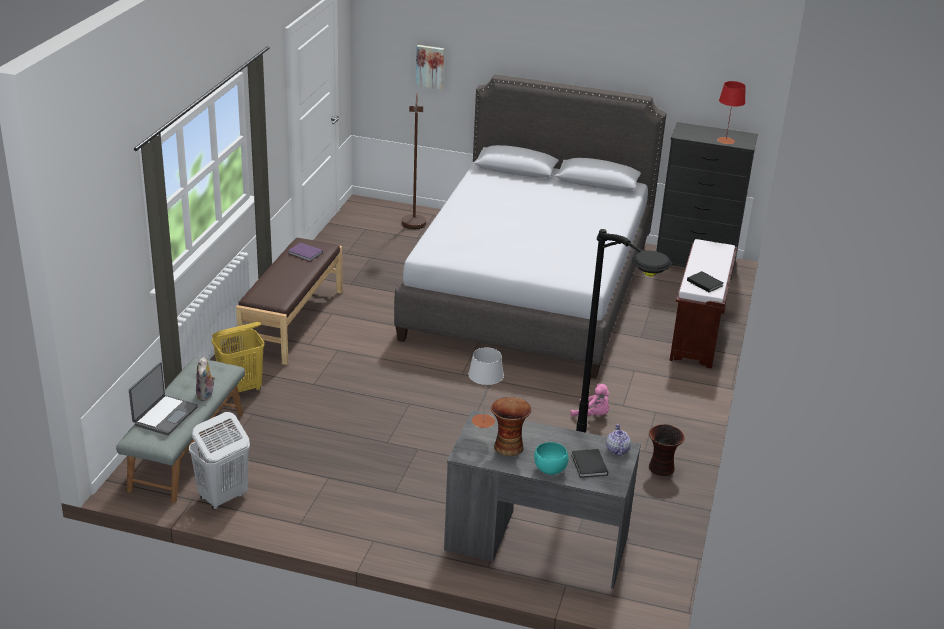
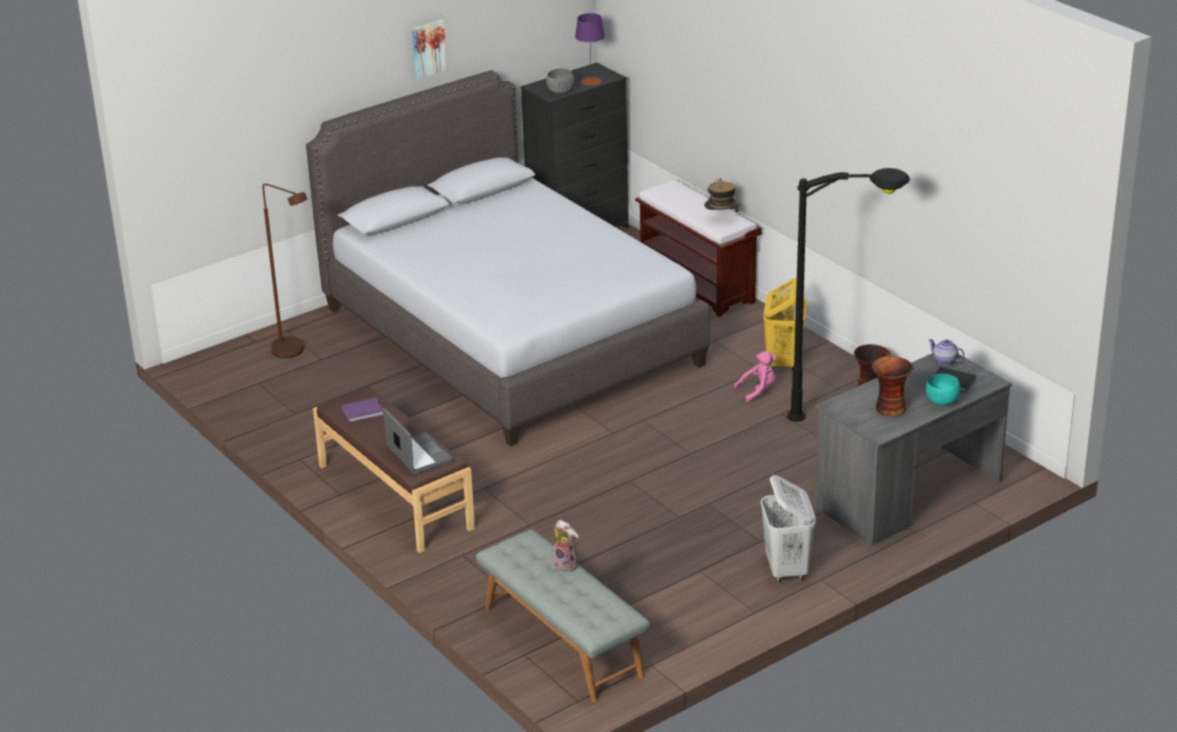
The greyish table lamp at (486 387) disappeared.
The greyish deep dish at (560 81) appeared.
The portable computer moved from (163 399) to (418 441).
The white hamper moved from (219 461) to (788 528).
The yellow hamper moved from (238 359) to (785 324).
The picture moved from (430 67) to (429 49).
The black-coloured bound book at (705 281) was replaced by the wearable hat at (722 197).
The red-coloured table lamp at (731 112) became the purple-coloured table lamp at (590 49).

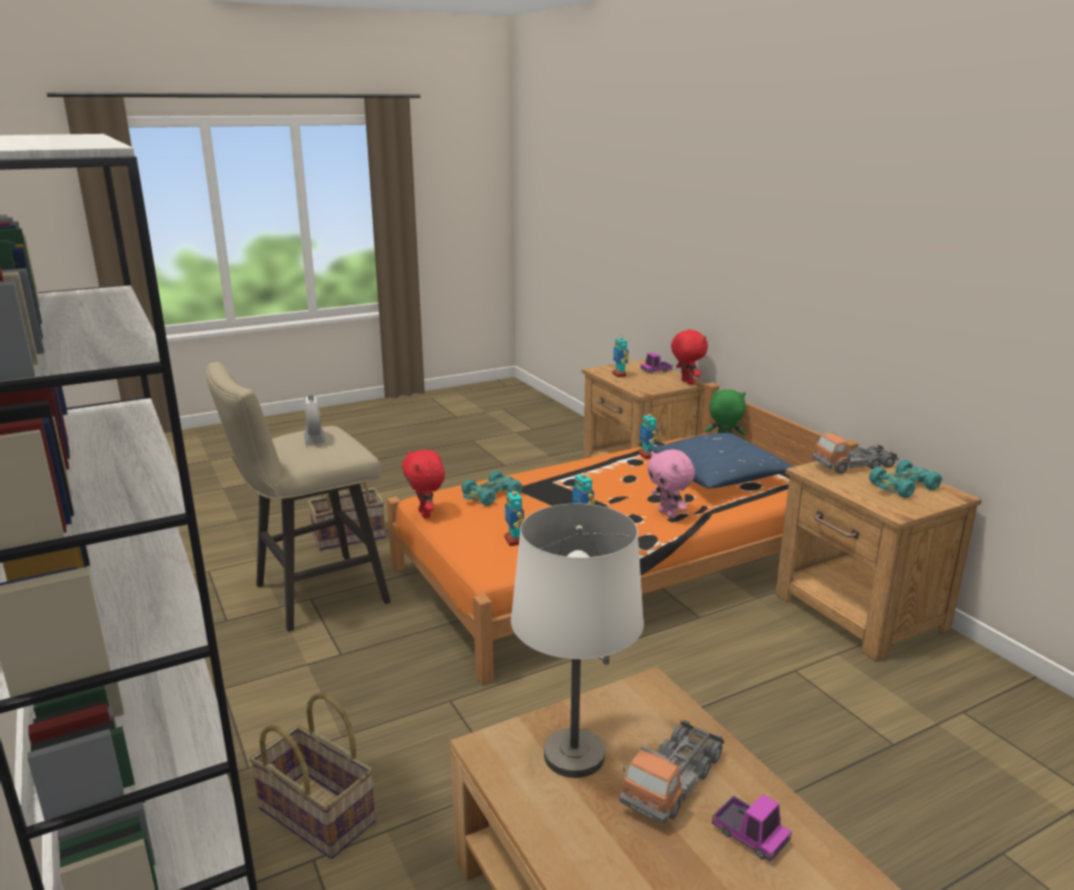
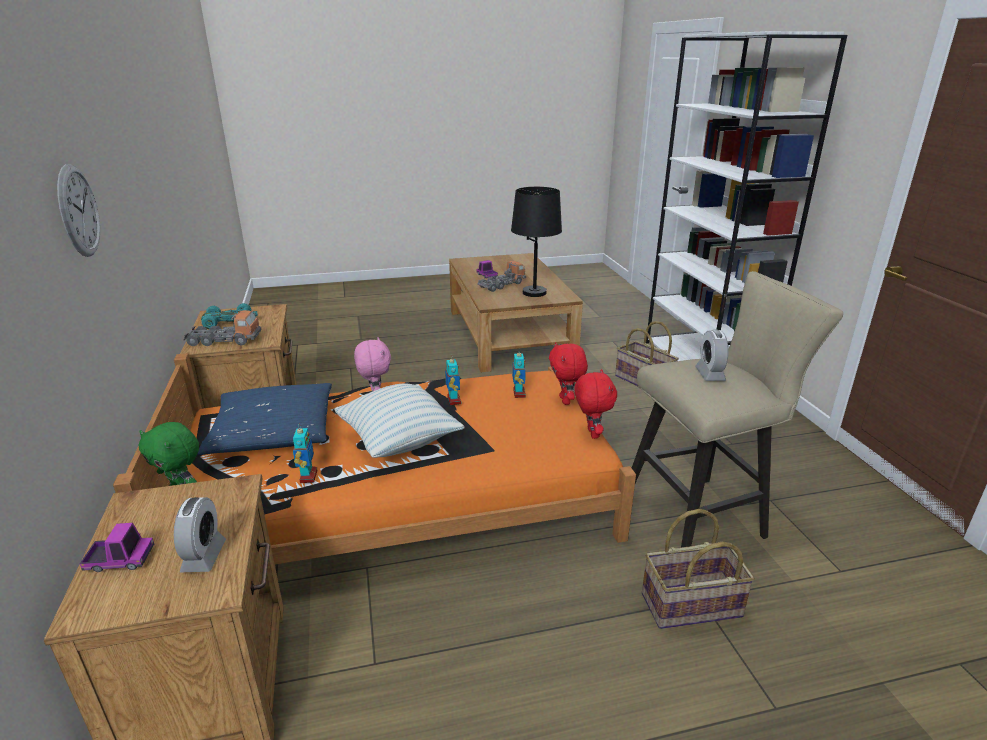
The turquoise-coloured toy car at (491 488) disappeared.
The wall clock at (78 210) appeared.
The throw pillow at (399 420) appeared.
The red-coloured plush toy moved from (689 357) to (568 373).
The model robot at (620 356) was replaced by the alarm clock at (200 534).
The white table lamp at (577 641) became the black-coloured table lamp at (536 242).

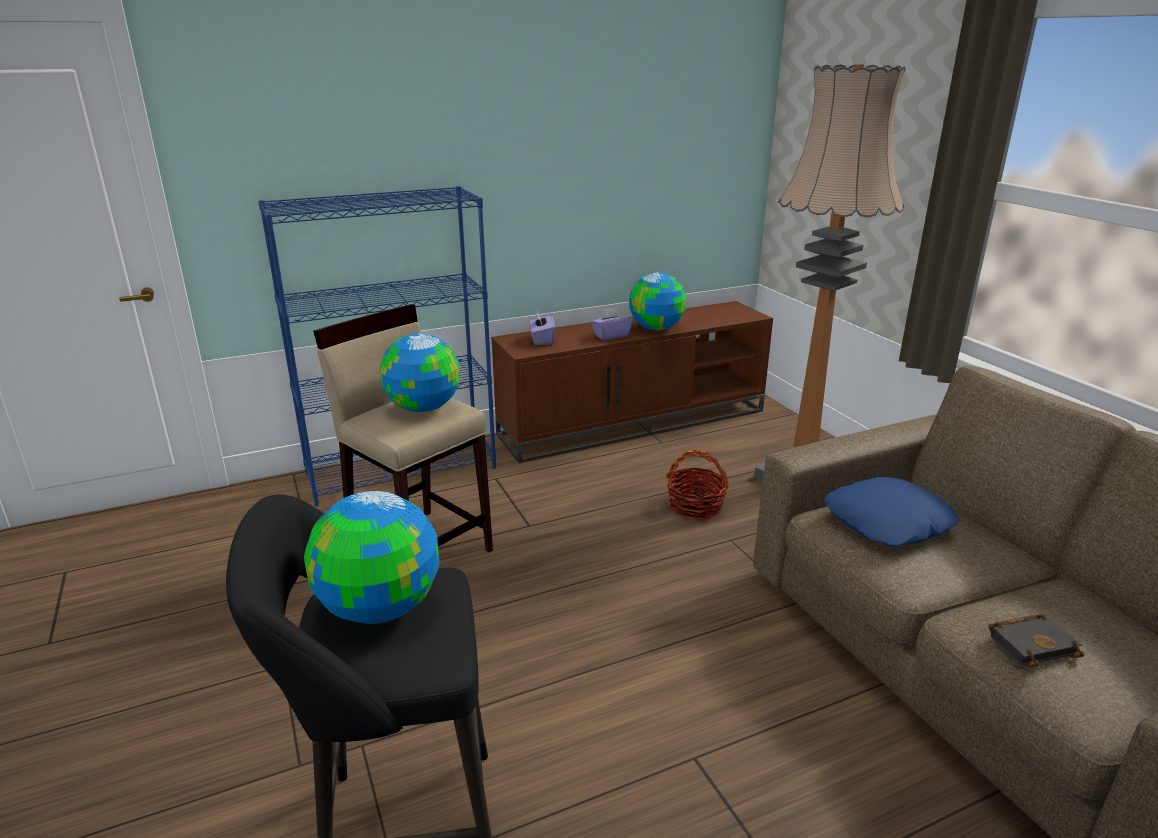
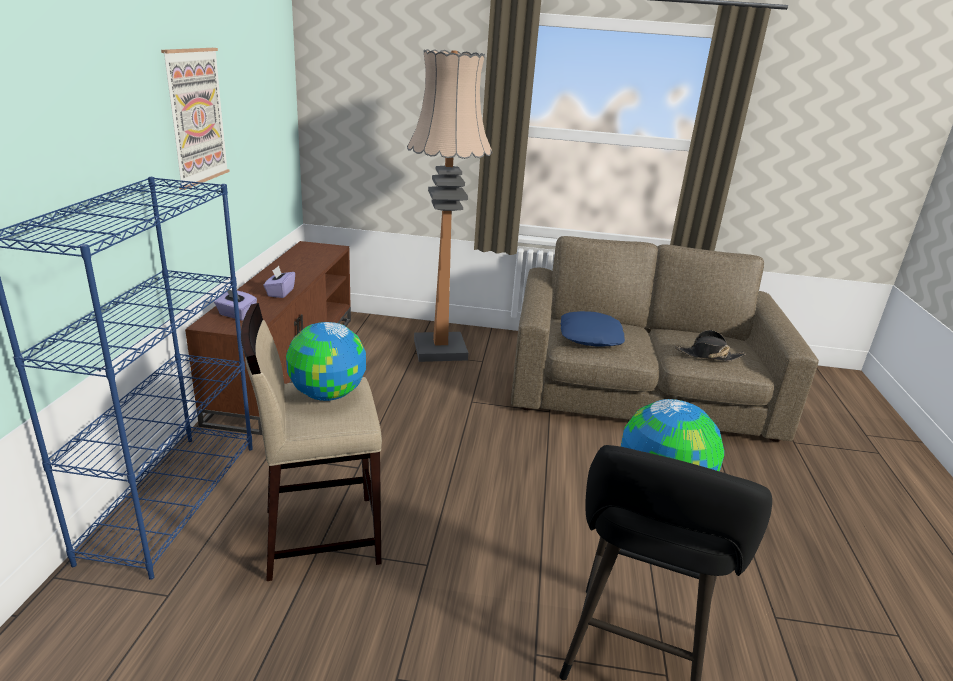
The desk globe at (657 301) disappeared.
The basket at (697 485) disappeared.
The picture at (195 119) appeared.
The black-coloured bound book at (1036 641) was replaced by the black-coloured wearable hat at (710 345).

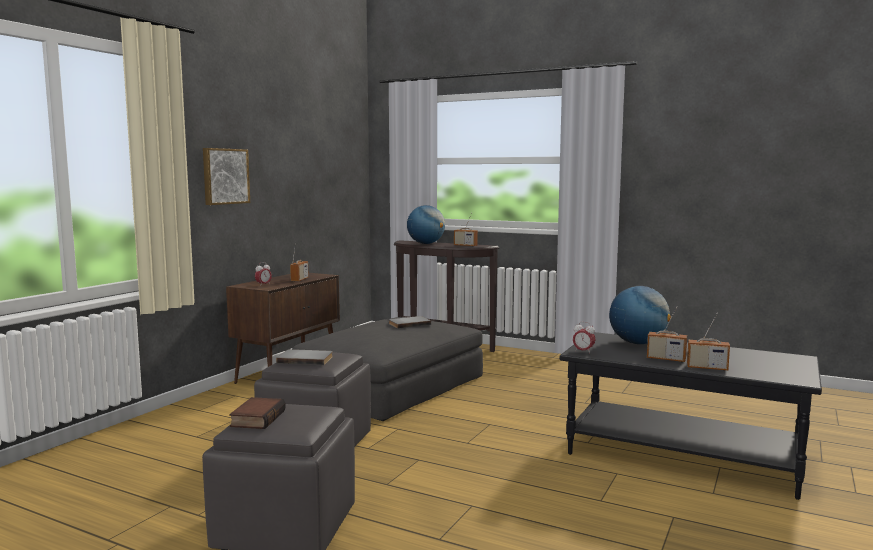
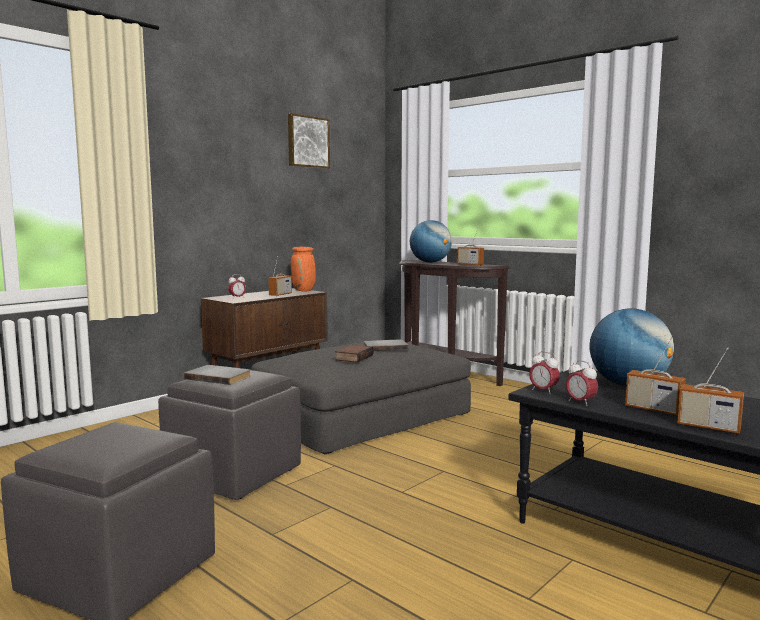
The orangey decorative vase at (303 269) appeared.
The alarm clock at (582 383) appeared.
The picture moved from (226 176) to (309 141).
The bound book moved from (257 413) to (354 354).

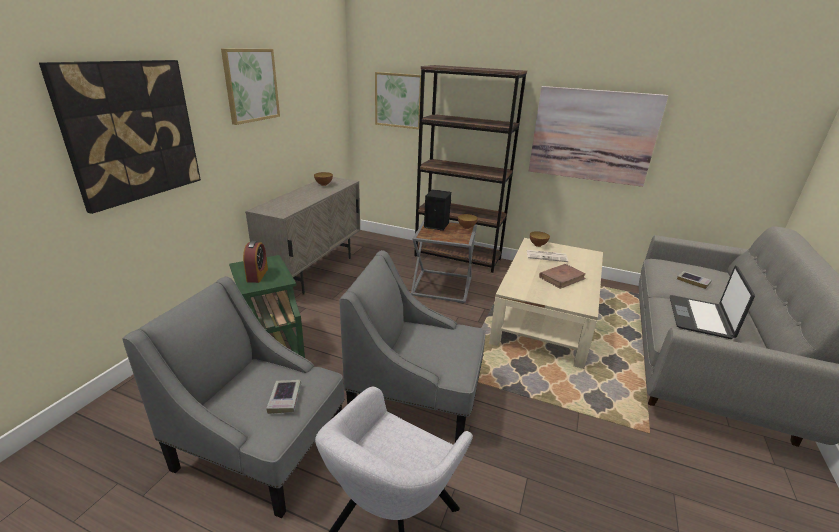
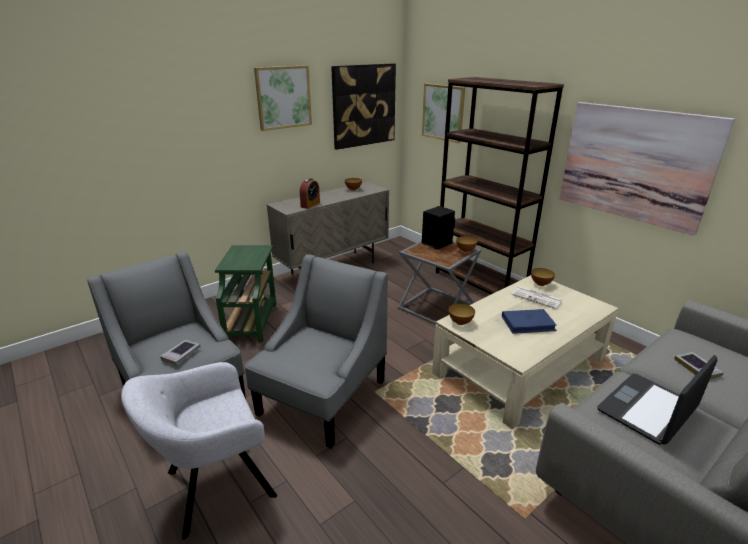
The deep dish at (462 314) appeared.
The picture moved from (120 137) to (363 106).
The alarm clock moved from (255 262) to (310 193).
The brown bound book at (562 276) became the blue-coloured bound book at (529 321).
The greyish armchair at (413 346) turned 75 degrees clockwise.

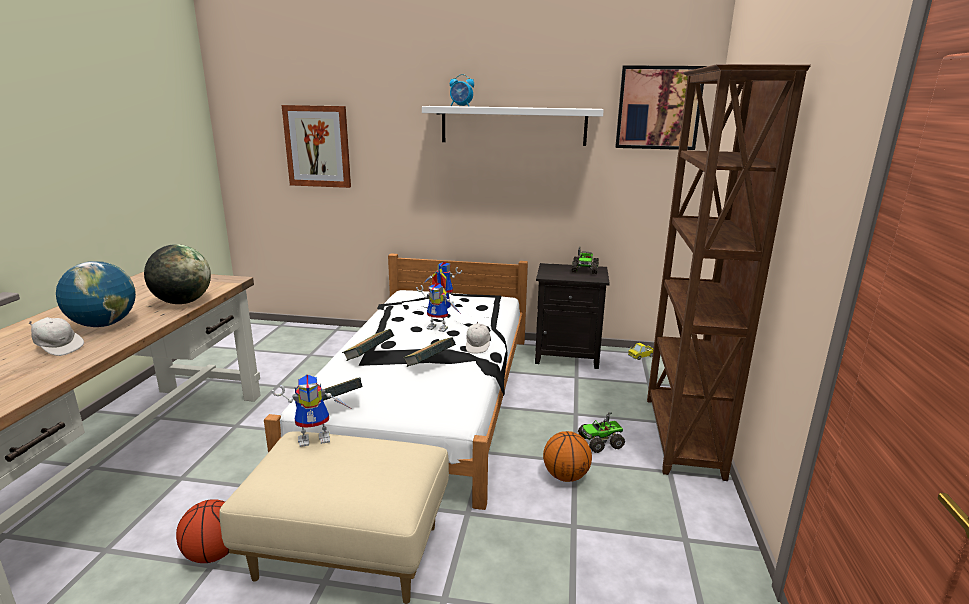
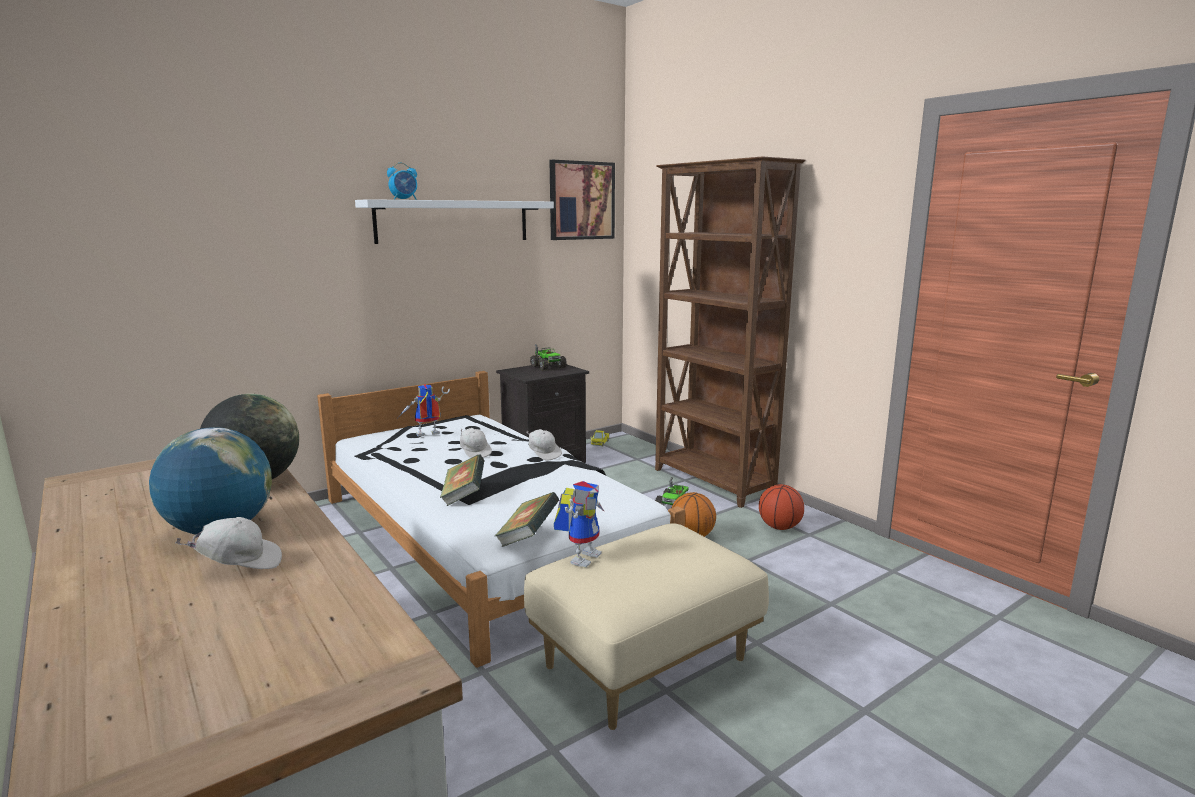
The picture at (316 146) disappeared.
The bound book at (429 352) disappeared.
The basketball ball moved from (202 531) to (781 507).
The model robot at (438 307) was replaced by the white baseball cap at (476 443).

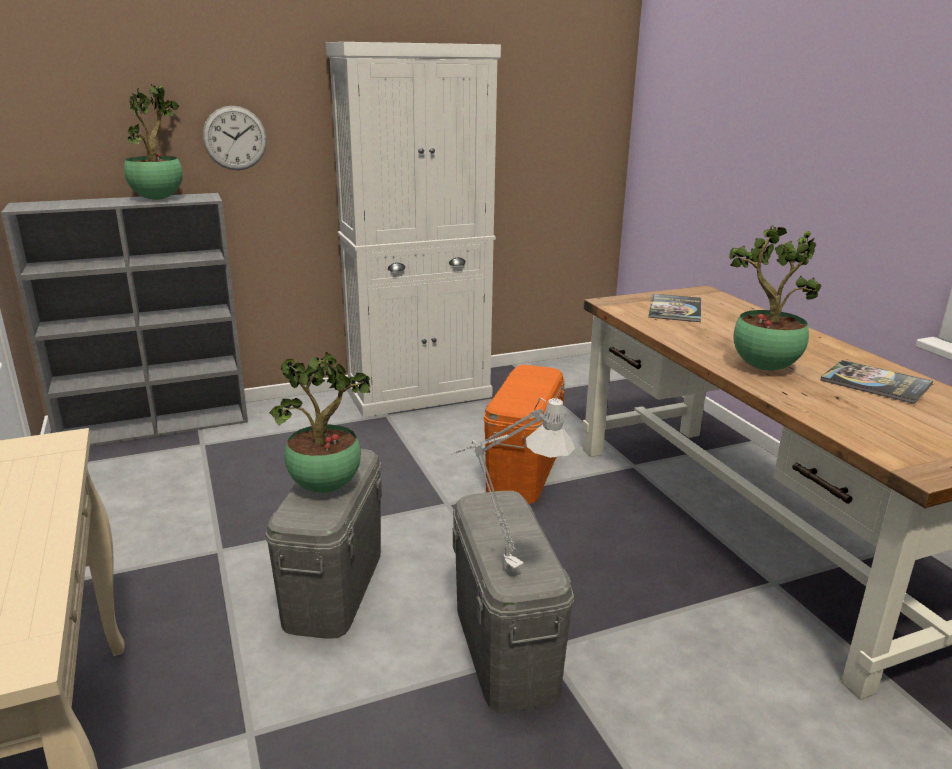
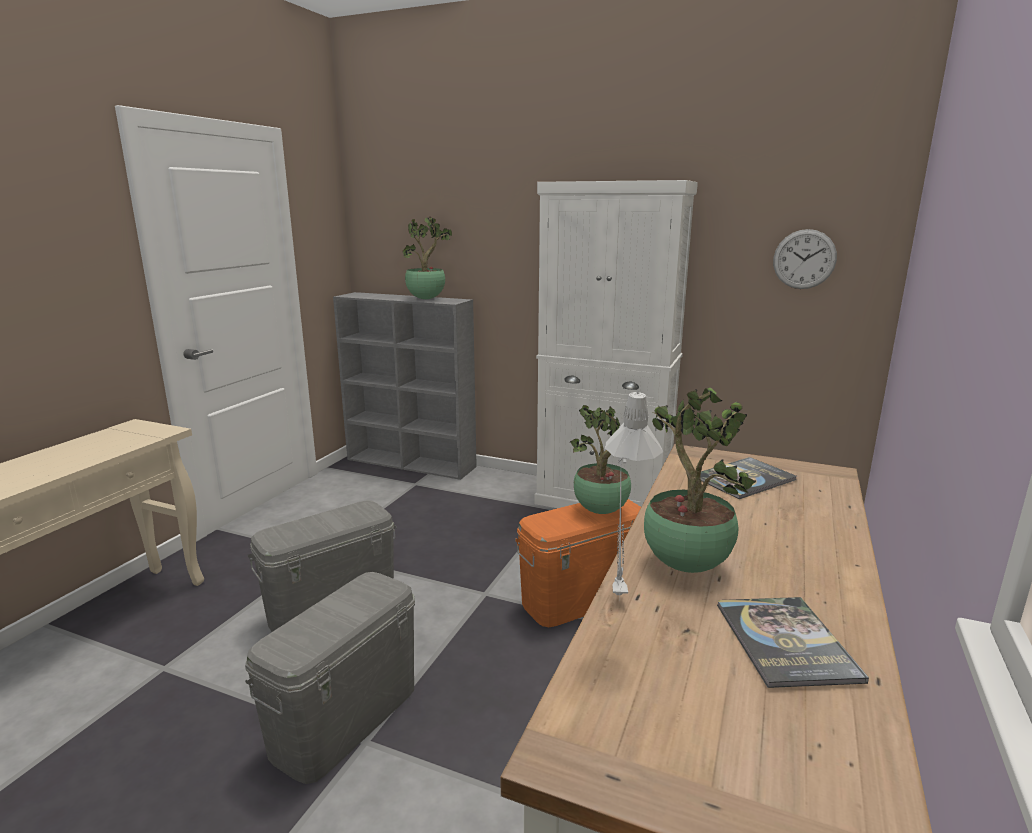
The wall clock moved from (235 138) to (805 259).
The plant in a pot moved from (320 422) to (600 459).
The greyish table lamp moved from (513 486) to (634 492).

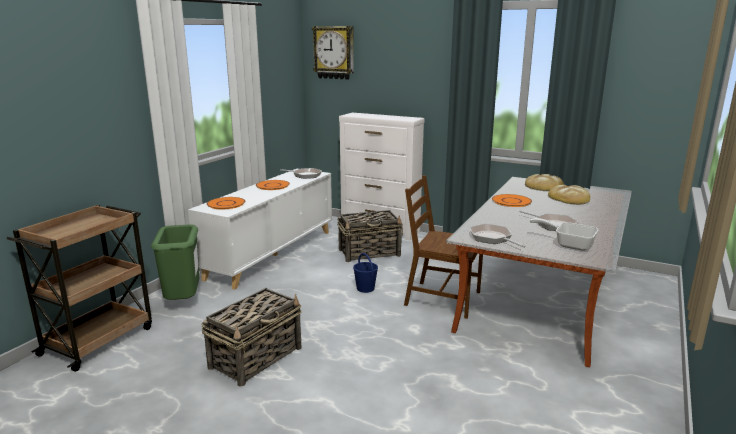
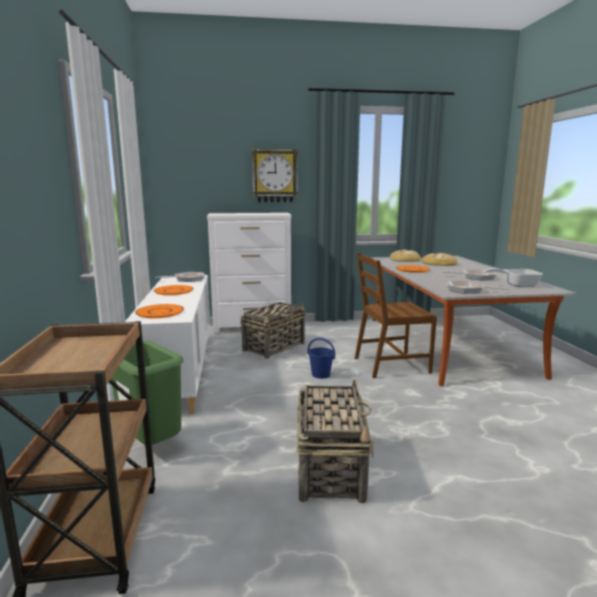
The wall clock moved from (333 53) to (275 175).

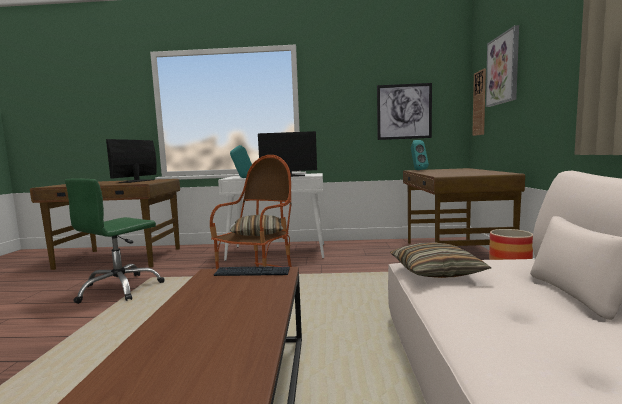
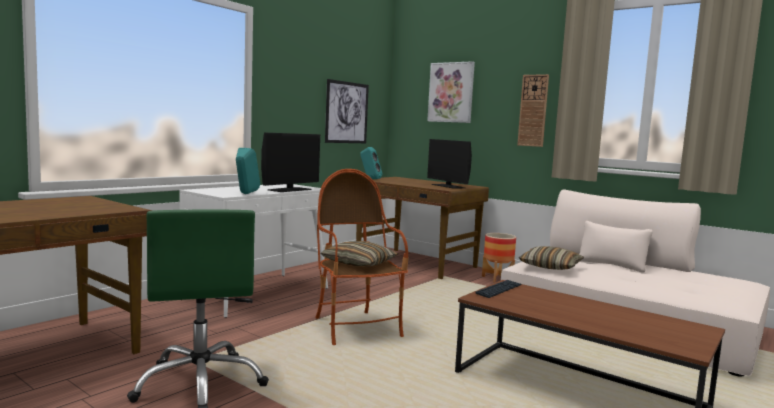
The computer display moved from (131 161) to (449 164).
The wall clock moved from (479 102) to (533 110).

